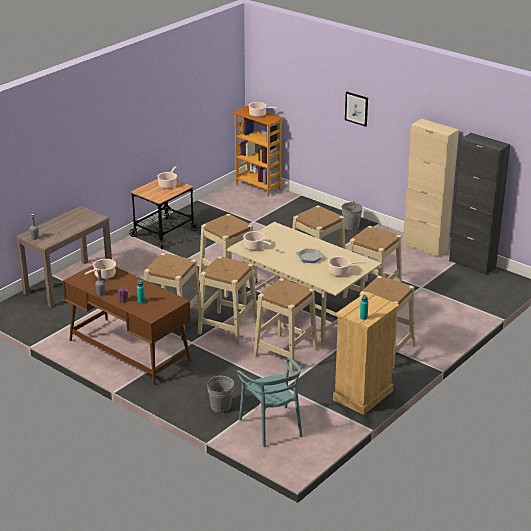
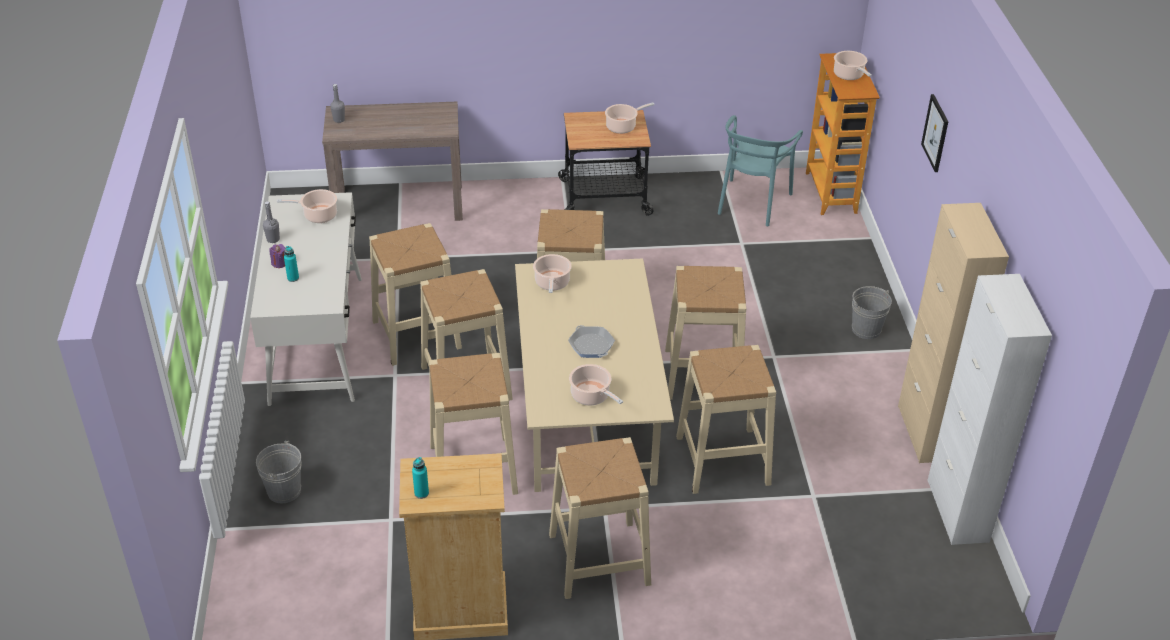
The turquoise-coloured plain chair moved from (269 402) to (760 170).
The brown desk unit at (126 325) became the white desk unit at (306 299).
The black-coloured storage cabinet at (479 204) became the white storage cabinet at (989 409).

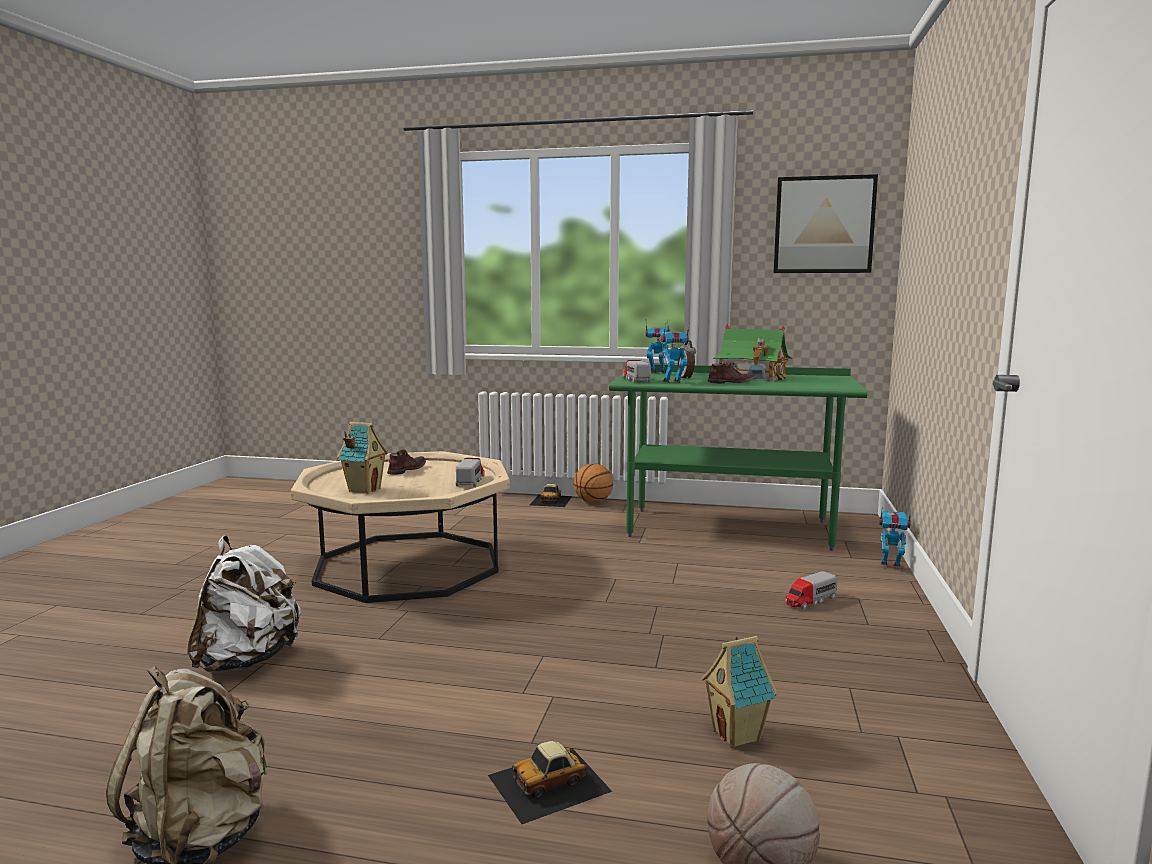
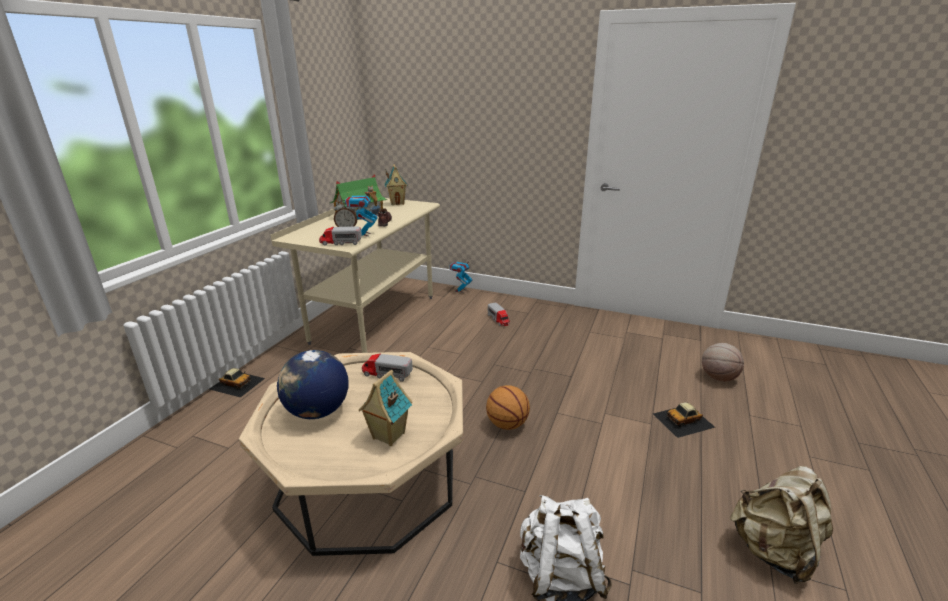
The model robot at (658 346) disappeared.
The picture at (826 223) disappeared.
The basketball ball moved from (593 483) to (508 407).
The model house moved from (739 692) to (396 184).
The brown low shoe at (406 462) was replaced by the desk globe at (313 384).
The green desk unit at (738 458) became the beige desk unit at (355 275).
The toy car at (550 782) turned 90 degrees clockwise.

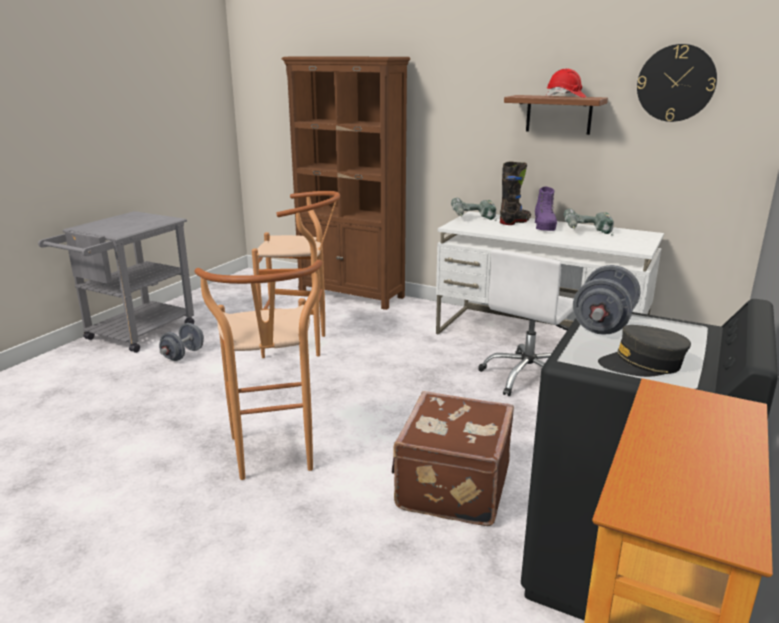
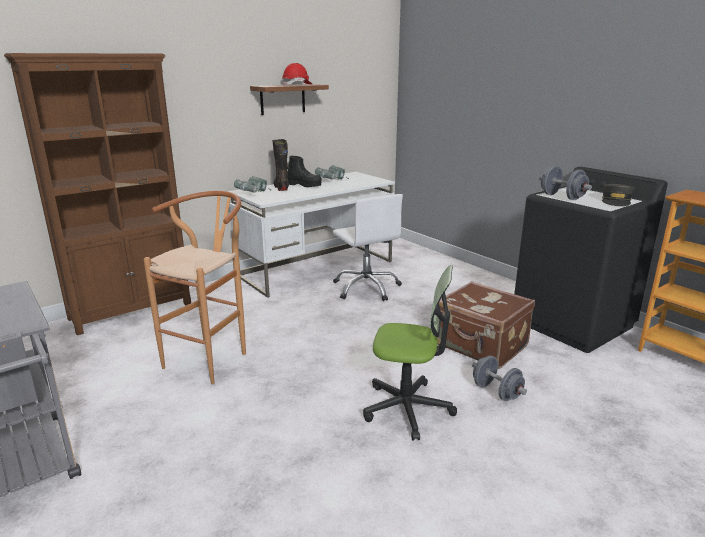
The wall clock at (677 83) disappeared.
The greyish free weight moved from (181 342) to (499 378).
The brown sitting stool at (258 370) was replaced by the desk chair at (410 353).
The purple-coloured boot at (546 209) became the black-coloured boot at (305 171).

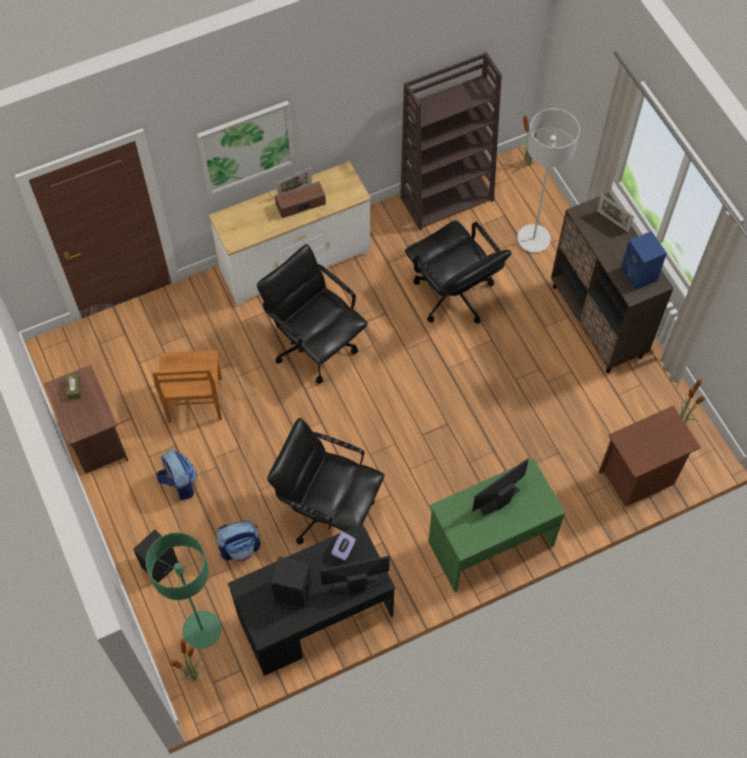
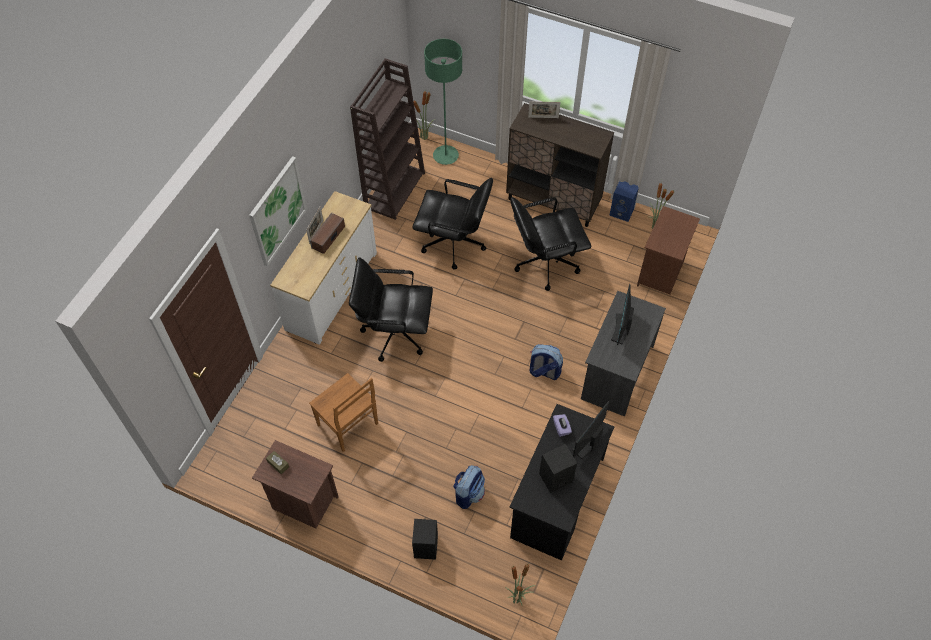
The greyish floor lamp at (548 180) disappeared.
The green floor lamp moved from (184 590) to (443 102).
The rucksack moved from (177 474) to (546 362).
The black-coloured desk chair moved from (325 481) to (550 244).
The blue-coloured loudspeaker moved from (644 260) to (624 201).
The green desk unit at (496 525) became the greyish desk unit at (623 354).

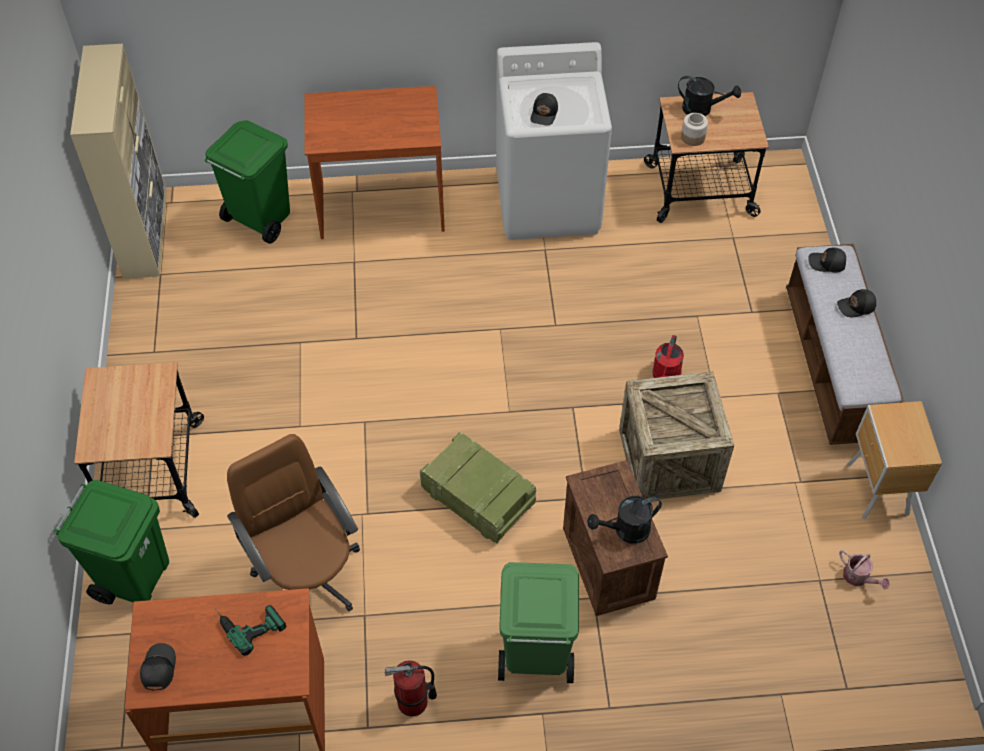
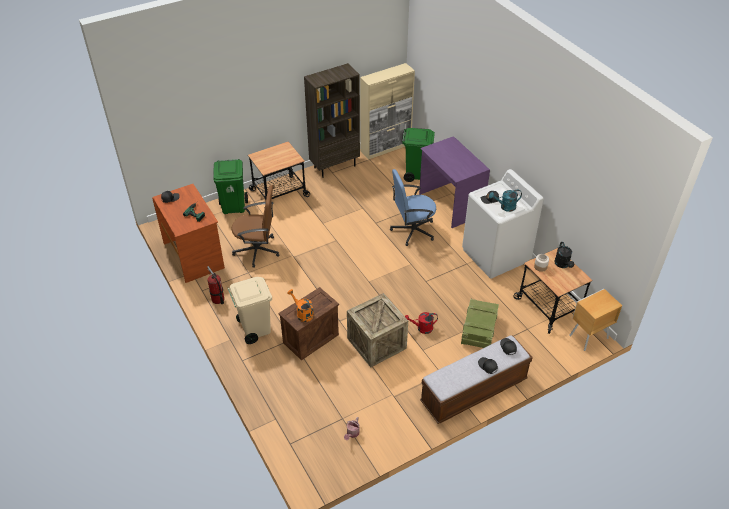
The brown bookcase at (332 120) appeared.
The blue-coloured desk chair at (413 207) appeared.
The turquoise-coloured sprinkling can at (505 200) appeared.
The packing crate moved from (478 487) to (480 323).
The brown nightstand moved from (894 460) to (596 320).
The brown desk unit at (374 162) became the purple-coloured desk unit at (454 182).
The green waste bin at (538 622) became the beige waste bin at (249 310).
The black-coloured sprinkling can at (624 520) became the orangey sprinkling can at (300 305).
The brown desk chair at (293 522) turned 60 degrees clockwise.

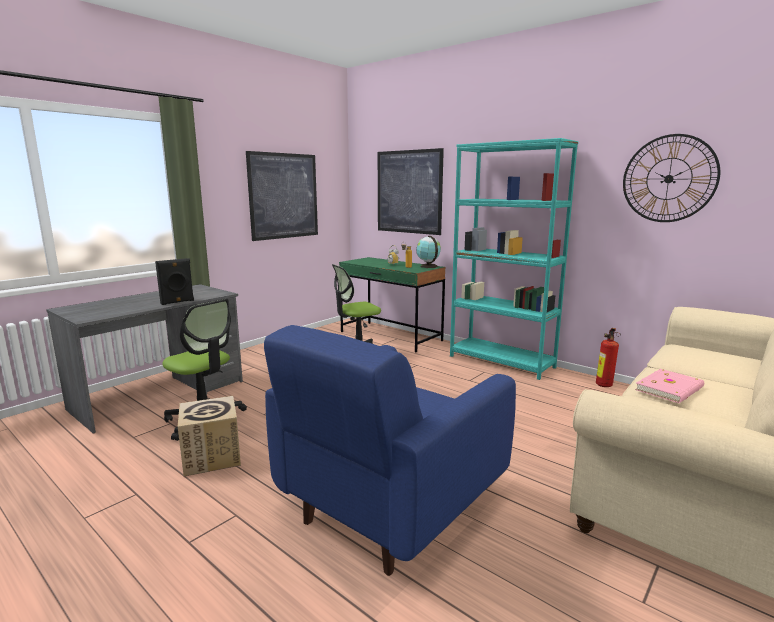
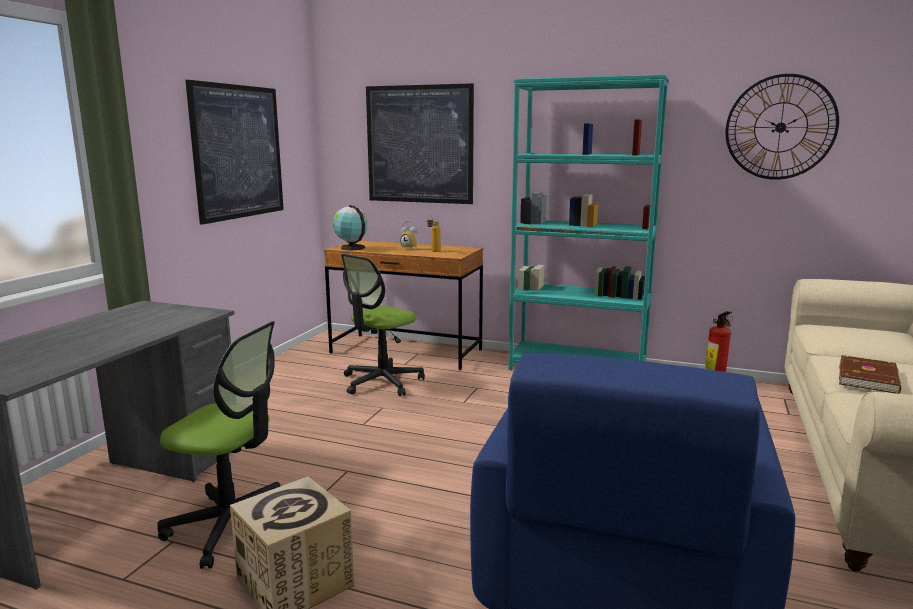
The black-coloured loudspeaker at (174 281) disappeared.
The desk globe moved from (428 252) to (350 228).
The green desk unit at (392 305) became the brown desk unit at (403 305).
The pink bound book at (669 386) became the brown bound book at (870 374).

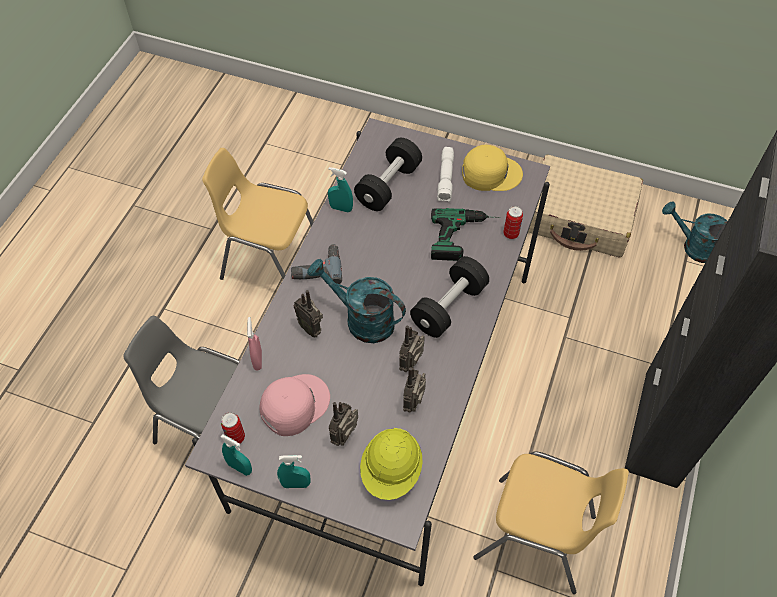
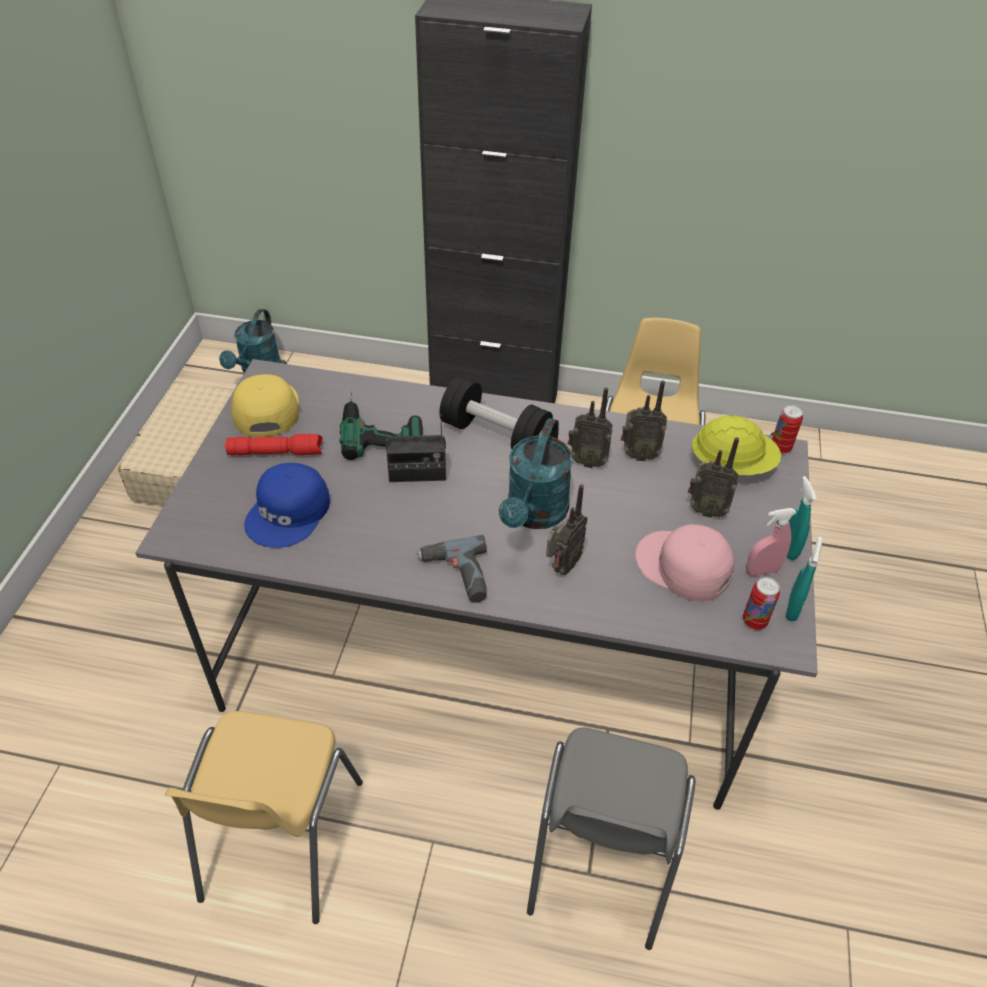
The turquoise-coloured hand sprayer at (340 189) disappeared.
The radio set at (416 448) appeared.
The pink hand sprayer moved from (254 344) to (771 542).
The sealed can moved from (513 222) to (787 429).
The black-coloured free weight at (388 174) was replaced by the blue-coloured baseball cap at (287 505).
The white torch at (445 174) became the red-coloured torch at (273 444).

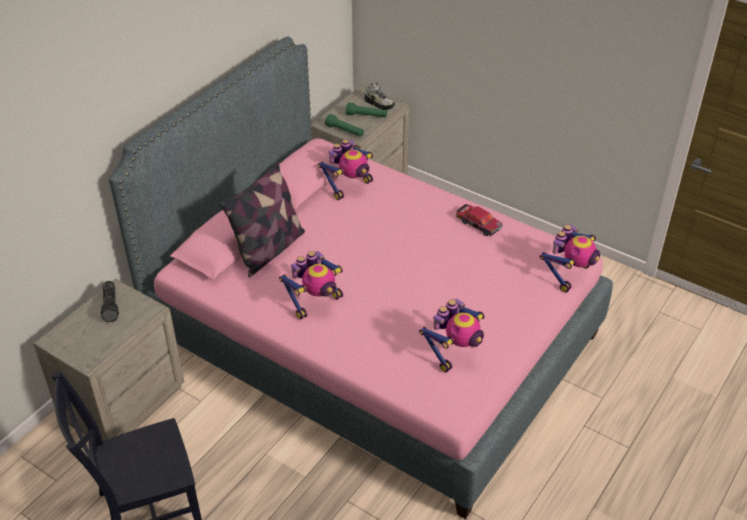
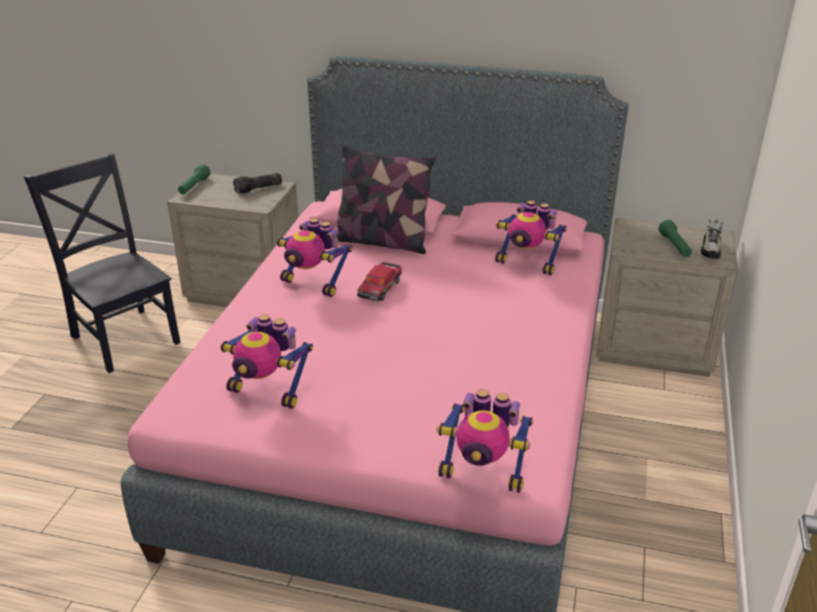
The green torch moved from (344 125) to (194 179).
The toy car moved from (479 220) to (379 282).

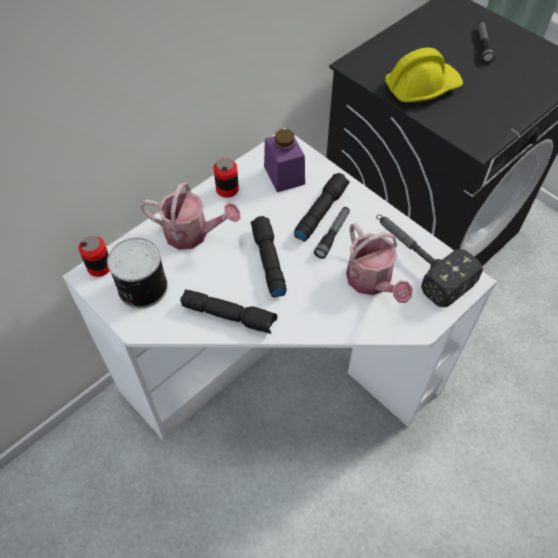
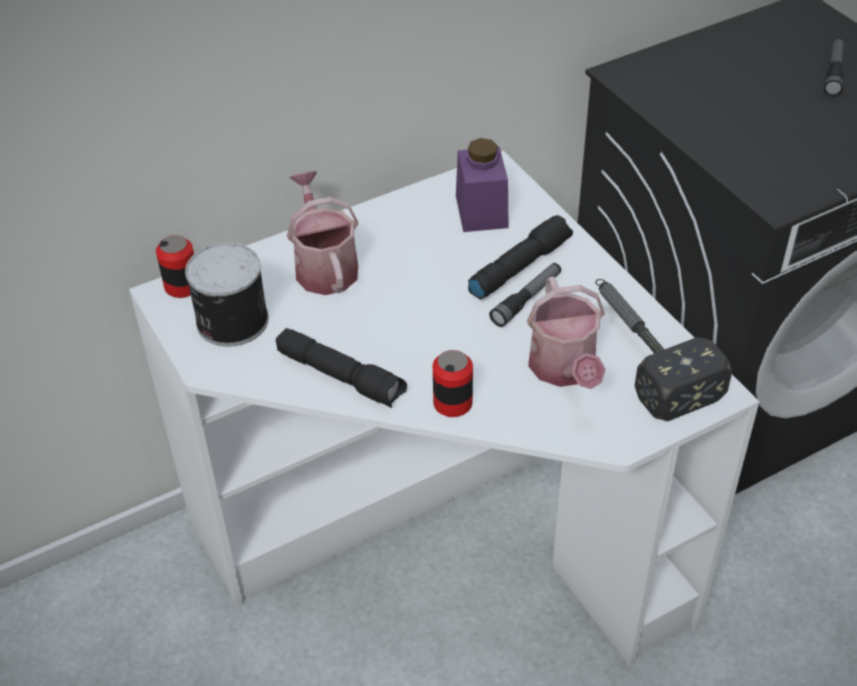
The black-coloured torch at (269 256) disappeared.
The yellow safety helmet at (424 76) disappeared.
The sealed can moved from (226 178) to (453 383).
The sprinkling can at (190 216) turned 135 degrees counterclockwise.

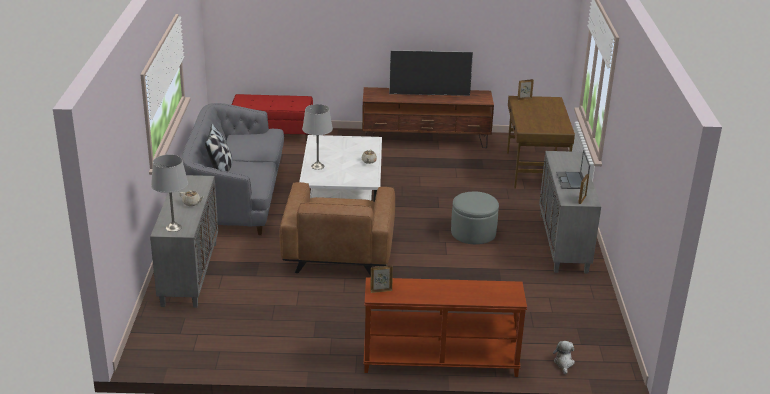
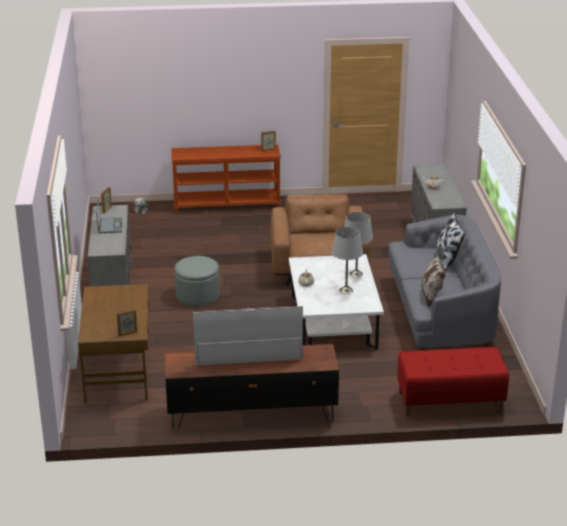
The throw pillow at (433 280) appeared.
The greyish table lamp moved from (169 193) to (347 260).

